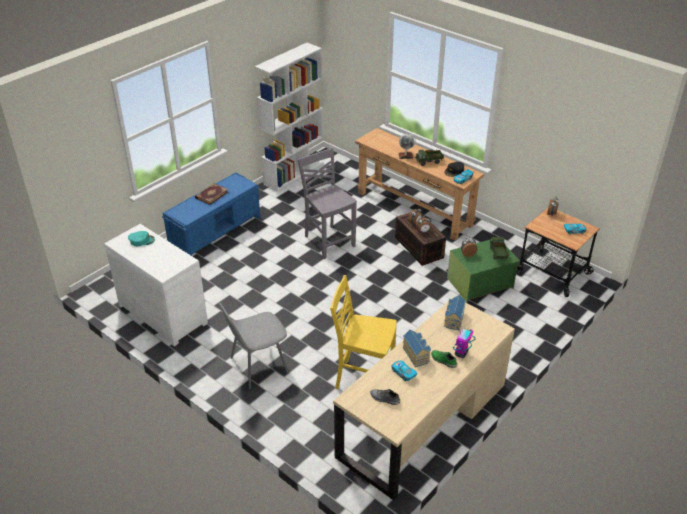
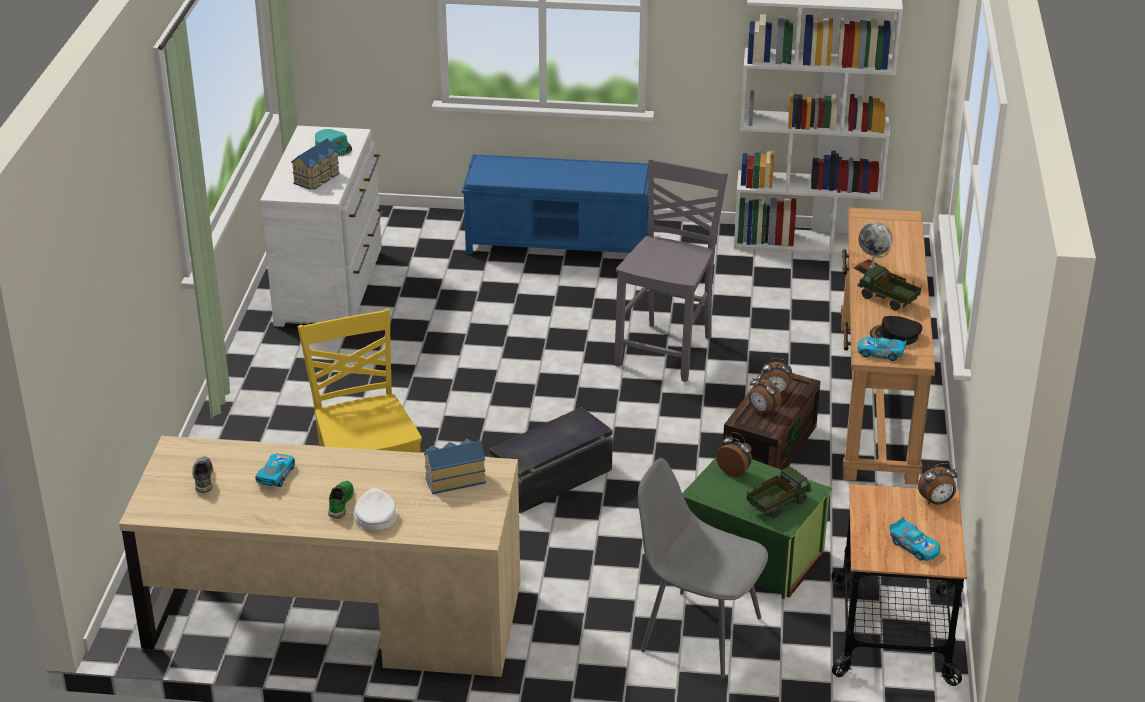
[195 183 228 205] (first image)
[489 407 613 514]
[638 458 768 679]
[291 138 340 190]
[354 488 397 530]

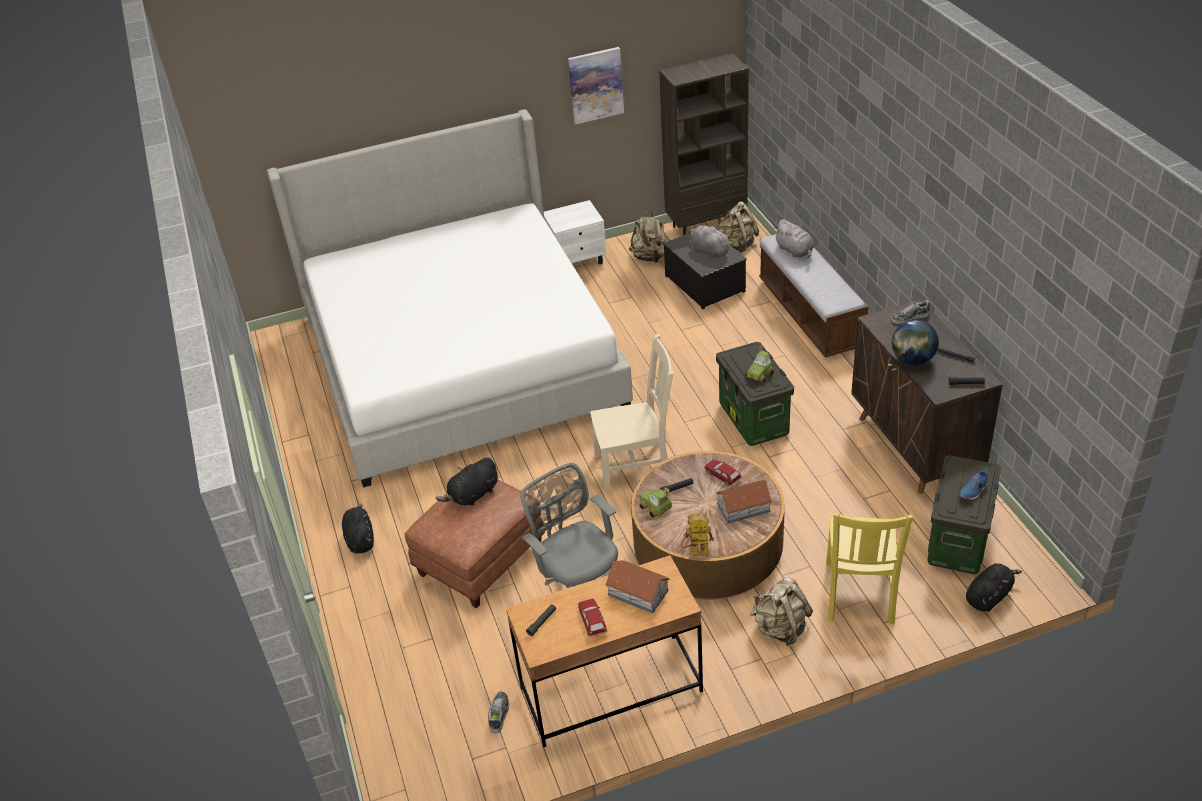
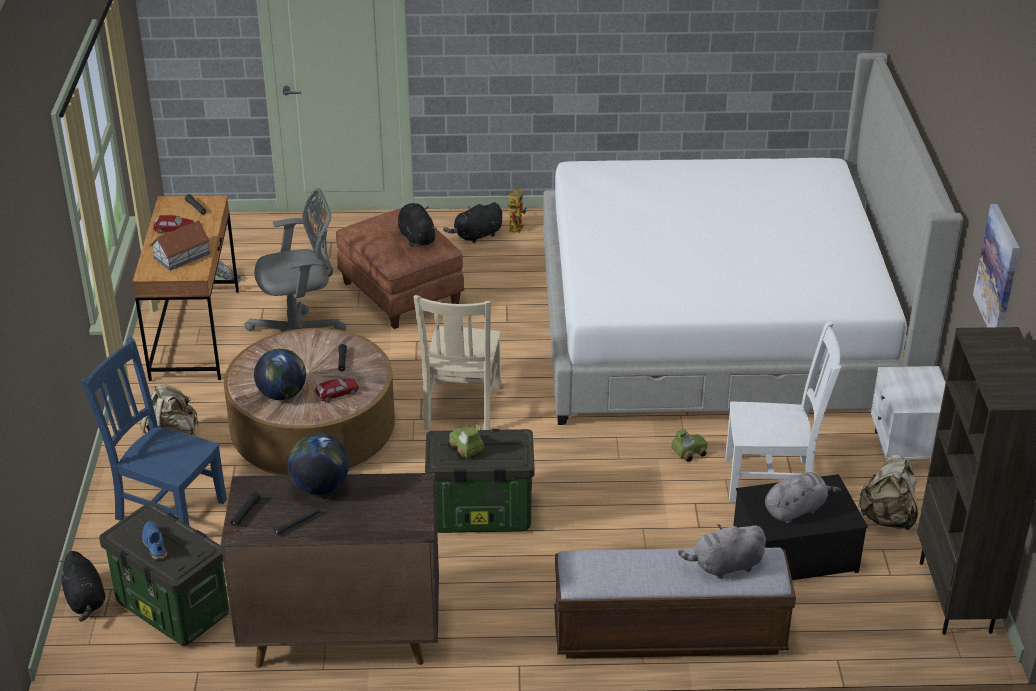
[717 201 759 253] (first image)
[891 300 930 324] (first image)
[725 321 841 502]
[672 429 708 462]
[508 186 527 233]
[254 349 306 400]
[81 337 227 525]
[443 202 502 243]

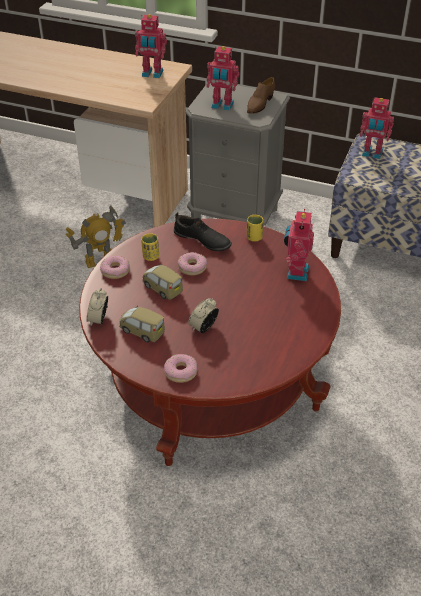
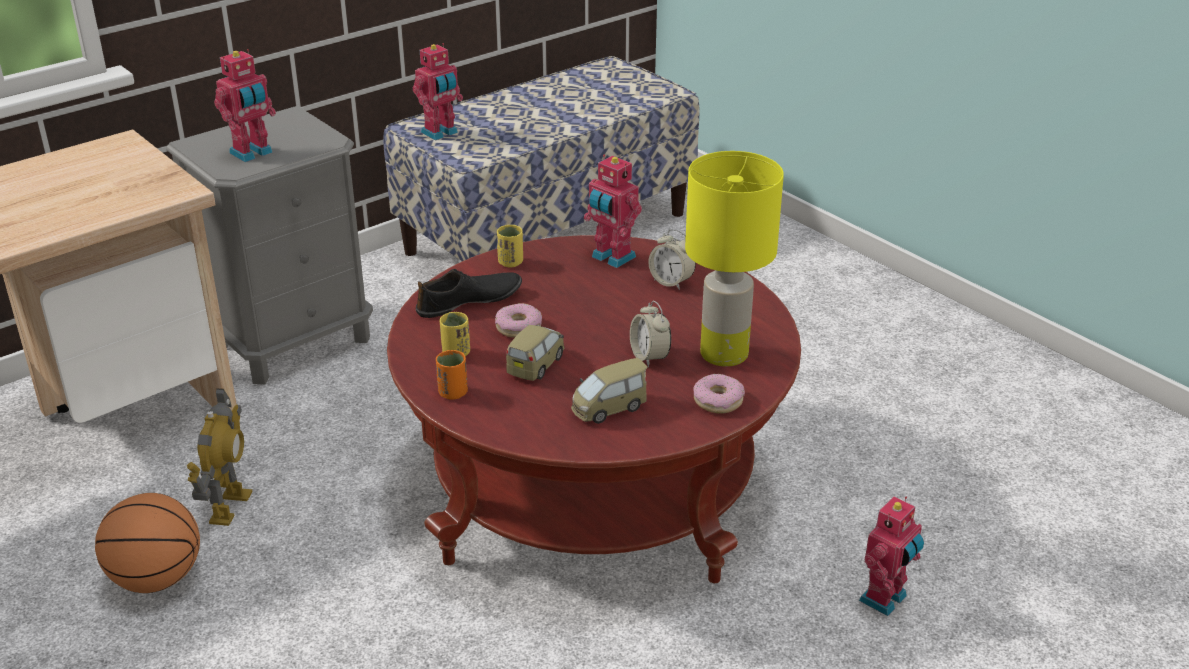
[247 77 275 114] (first image)
[95 493 200 593]
[685 151 784 366]
[648 229 696 290]
[859 497 924 616]
[436 350 468 400]
[506 325 564 381]

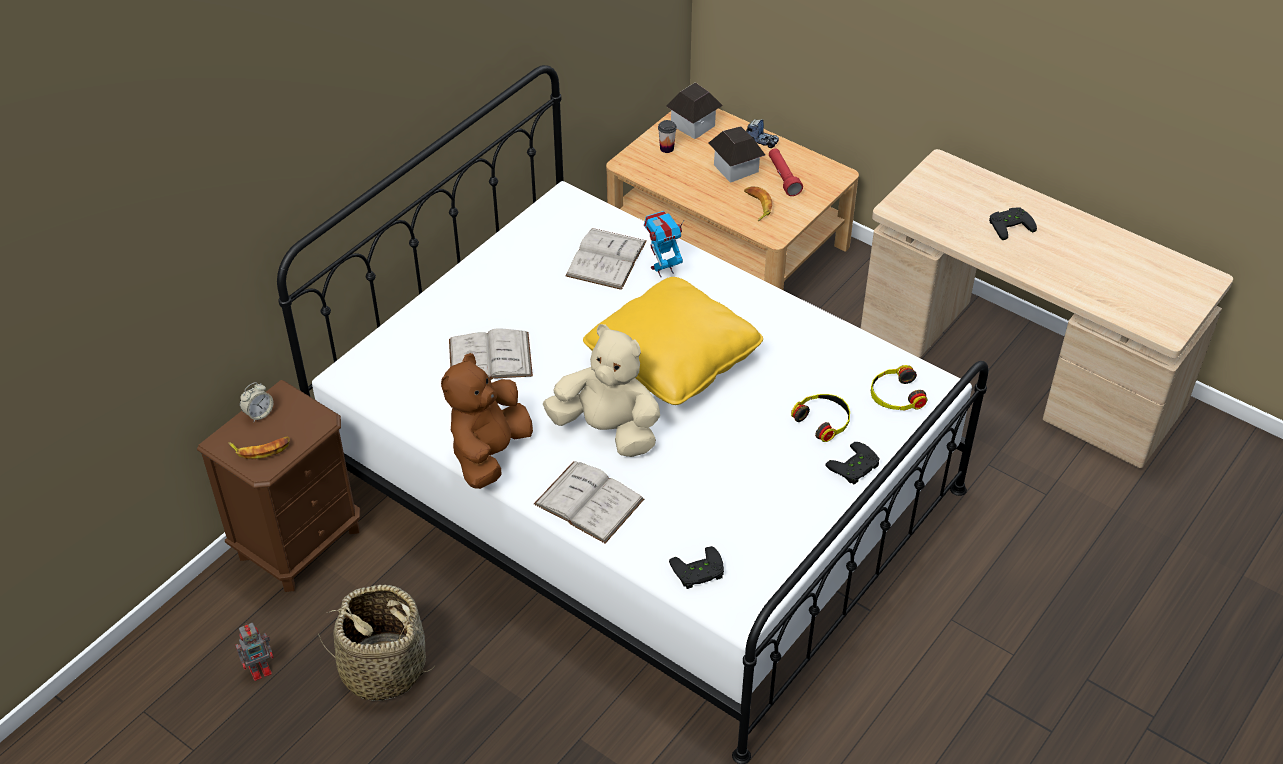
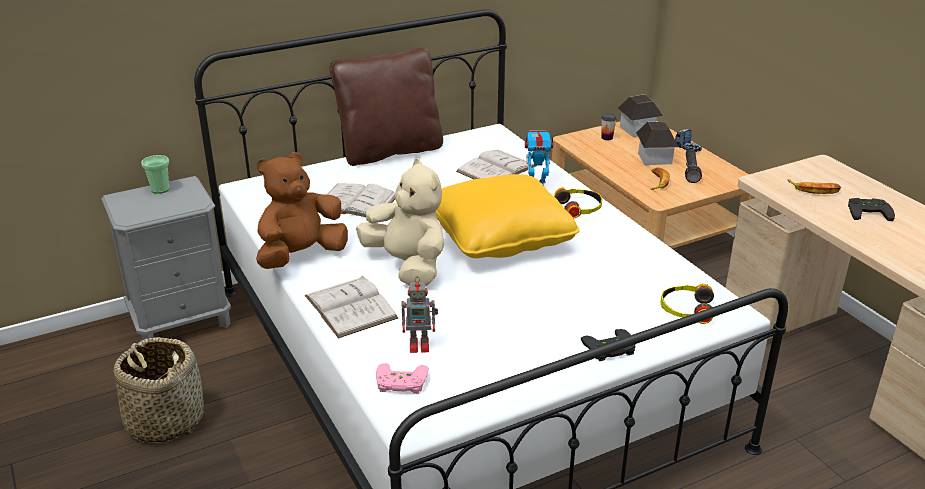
[330 48 443 166]
[788 179 841 194]
[402 277 438 353]
[554 187 602 218]
[141 155 169 194]
[101 176 231 340]
[376 363 429 394]
[685 149 702 183]

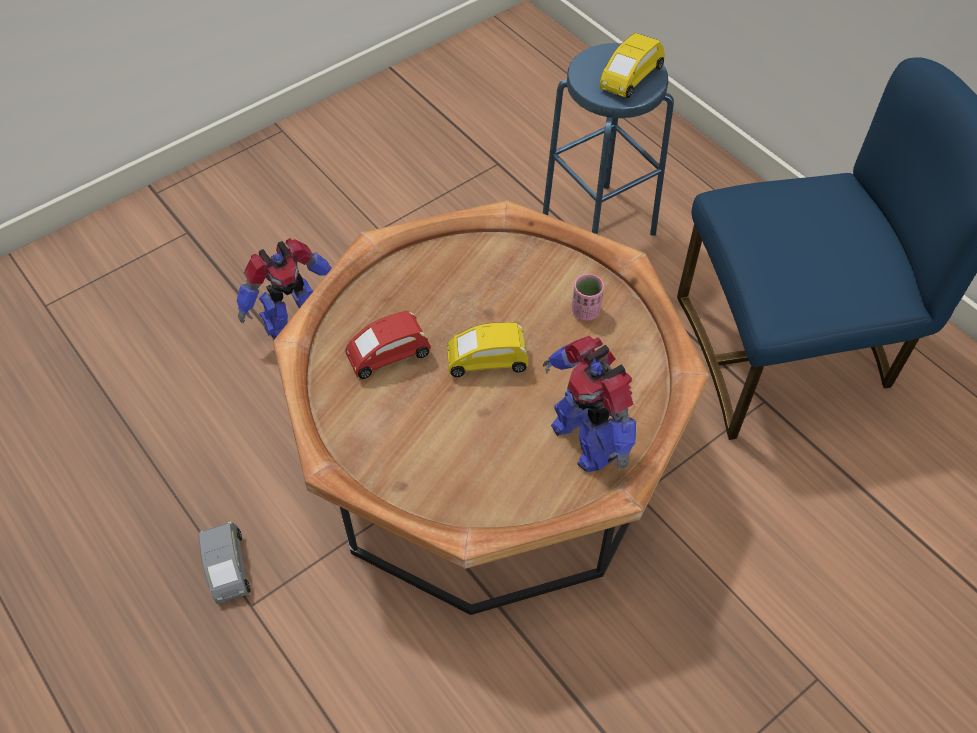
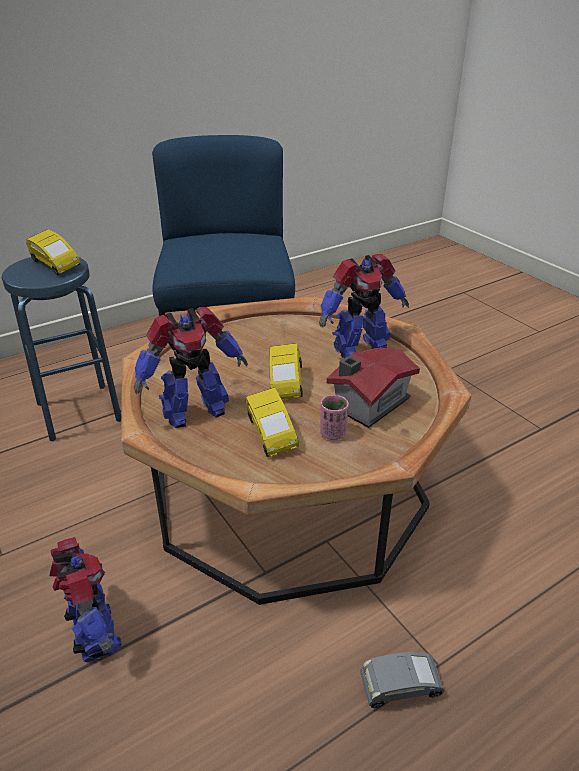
[134 307 248 428]
[327 348 420 428]
[320 395 349 440]
[245 388 299 457]

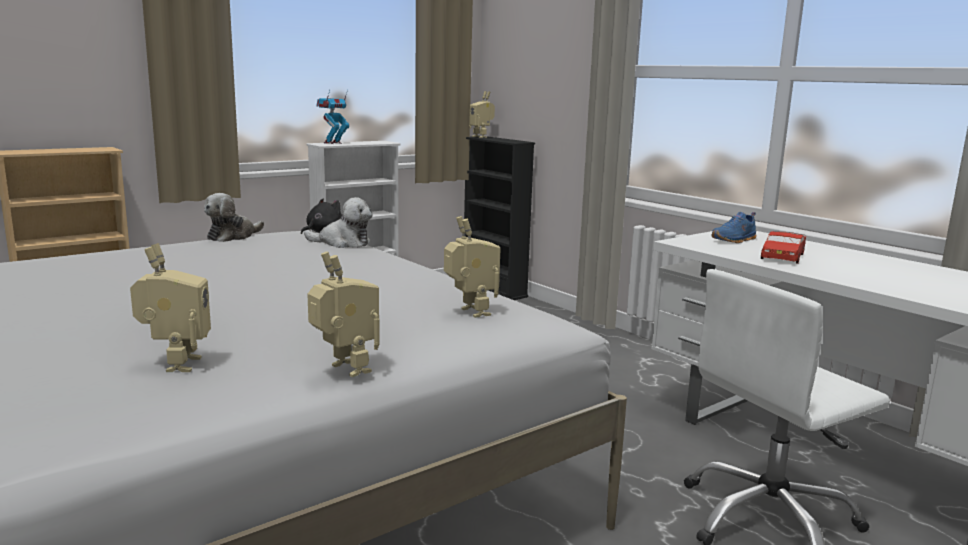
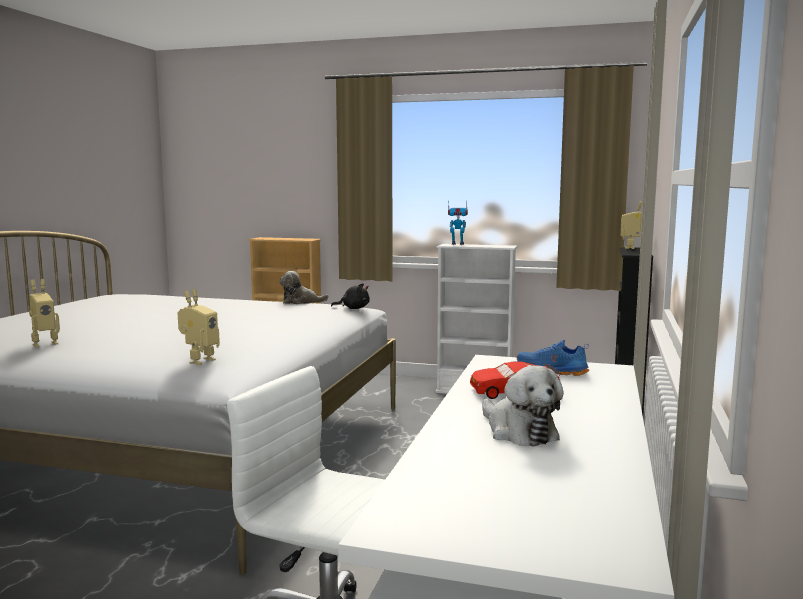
[307 252 380 377] (first image)
[482 366 564 446]

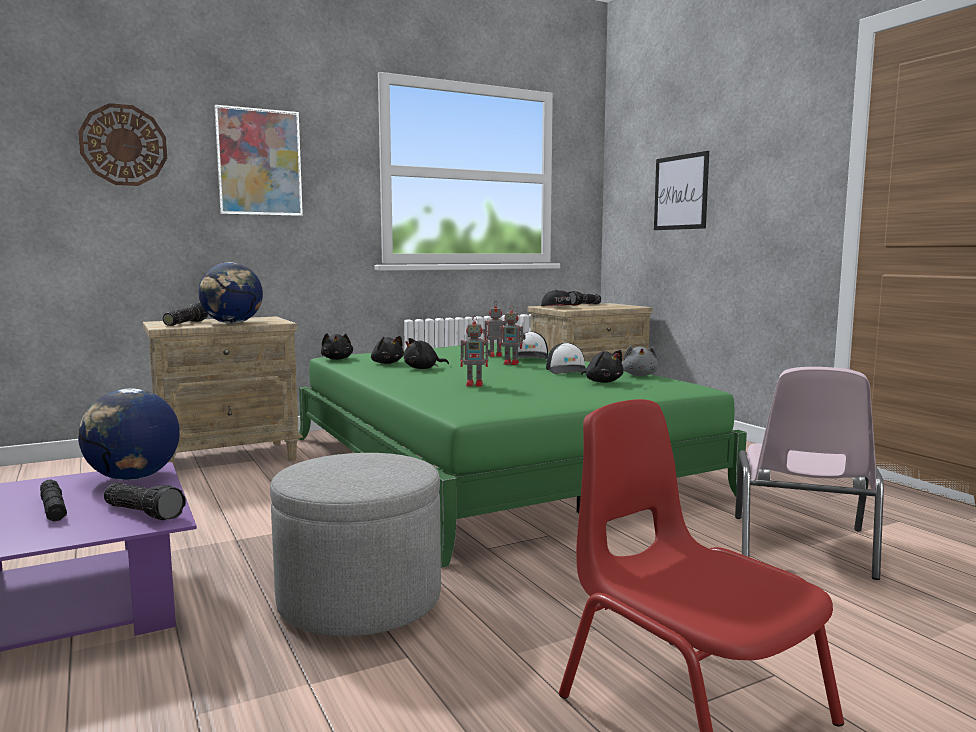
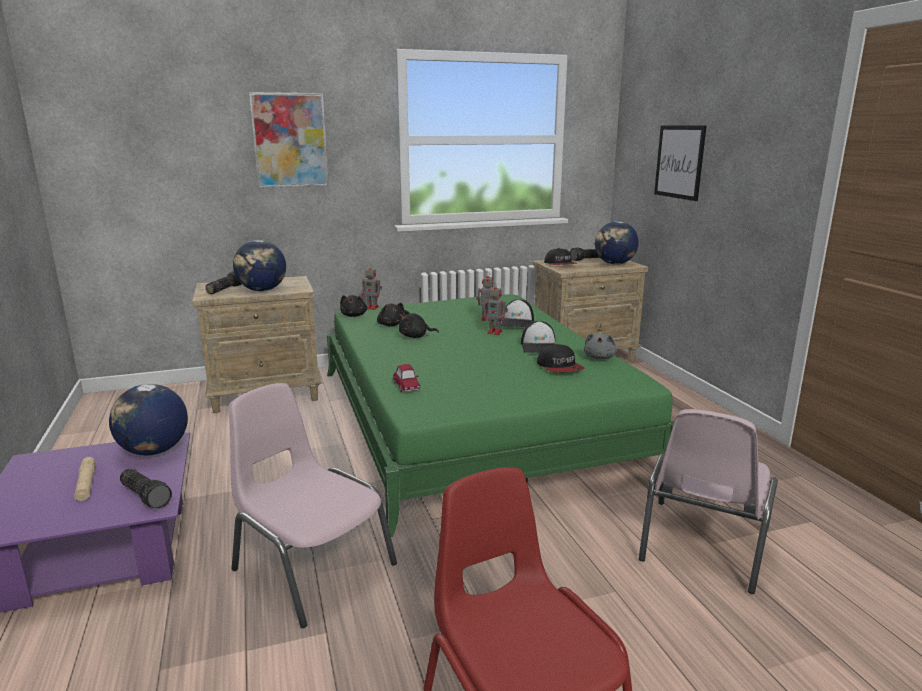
[78 103 167 186] (first image)
[393 364 420 392]
[595 221 639 265]
[361 264 382 310]
[229 383 397 628]
[537 344 584 373]
[74 457 95 501]

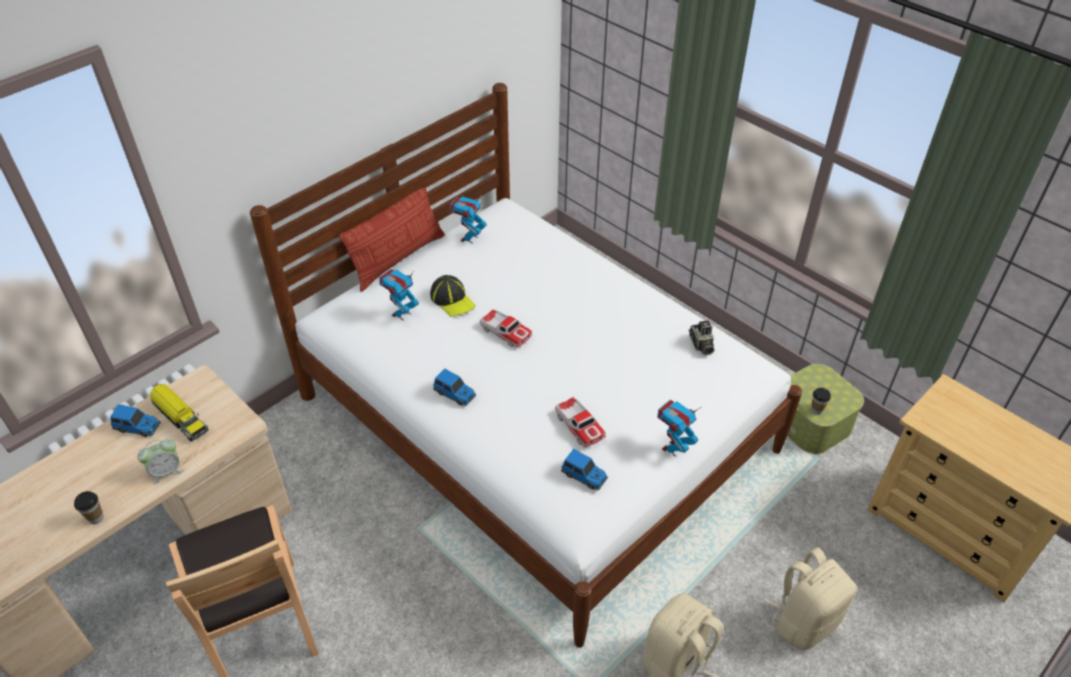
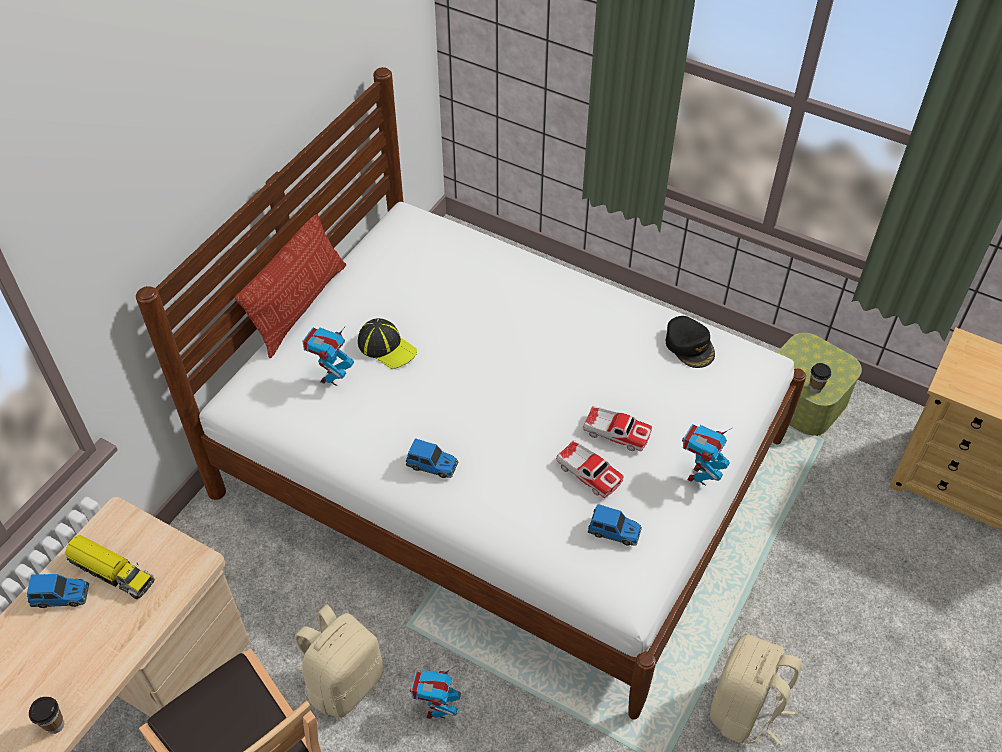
[137 439 184 484] (first image)
[410 667 461 719]
[583 406 652 452]
[295 604 383 718]
[666 316 715 368]

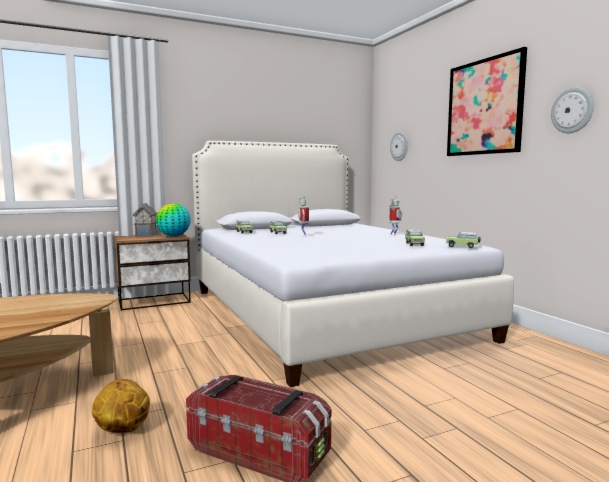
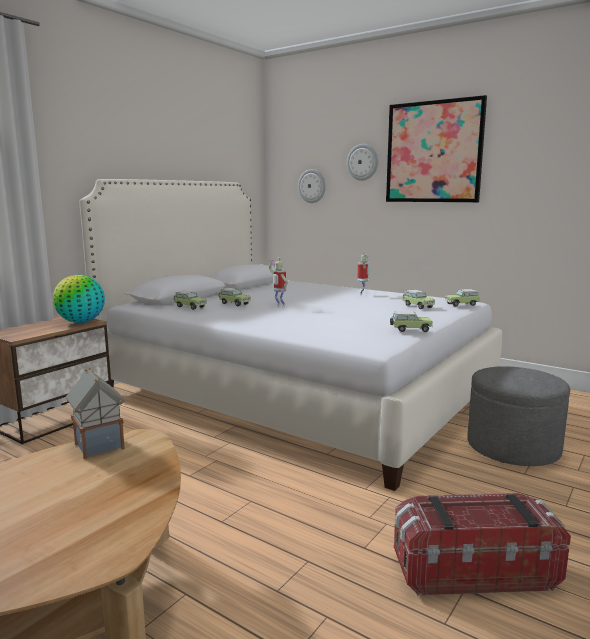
[92 379 150 433] (first image)
[390 311 433 332]
[467 366 570 466]
[66 368 125 459]
[347 144 378 181]

